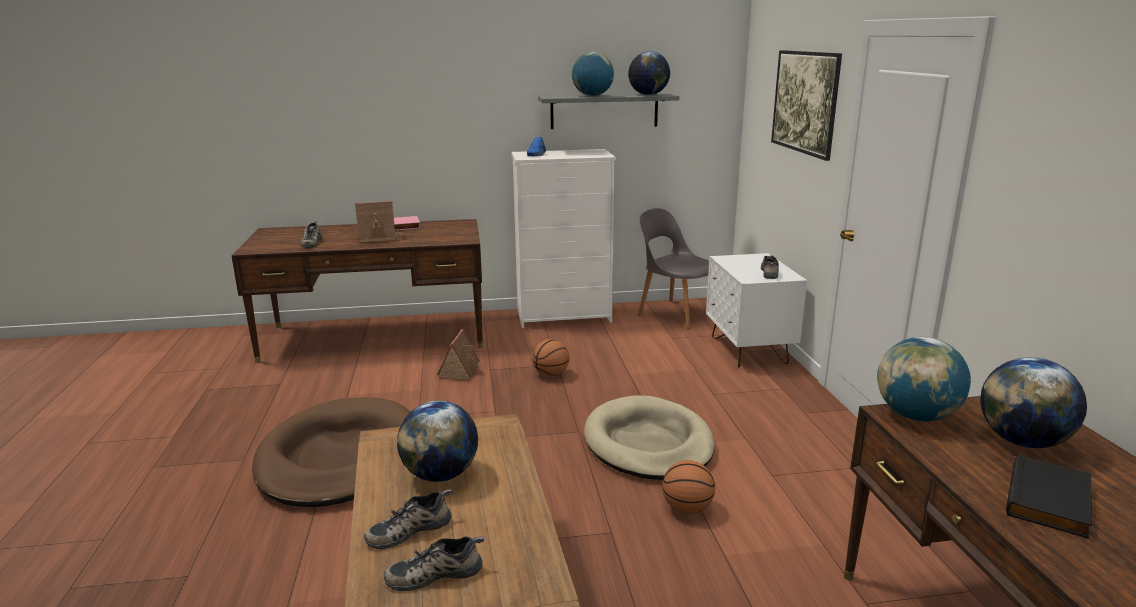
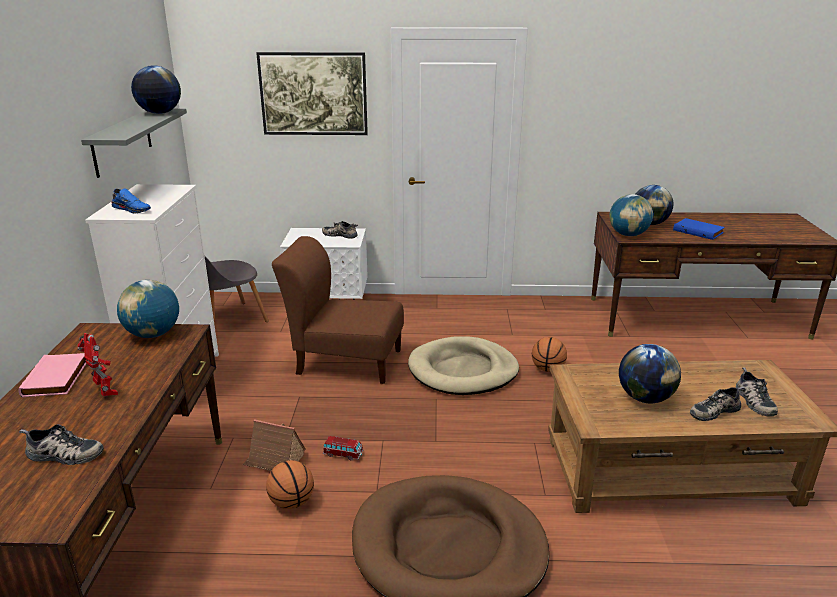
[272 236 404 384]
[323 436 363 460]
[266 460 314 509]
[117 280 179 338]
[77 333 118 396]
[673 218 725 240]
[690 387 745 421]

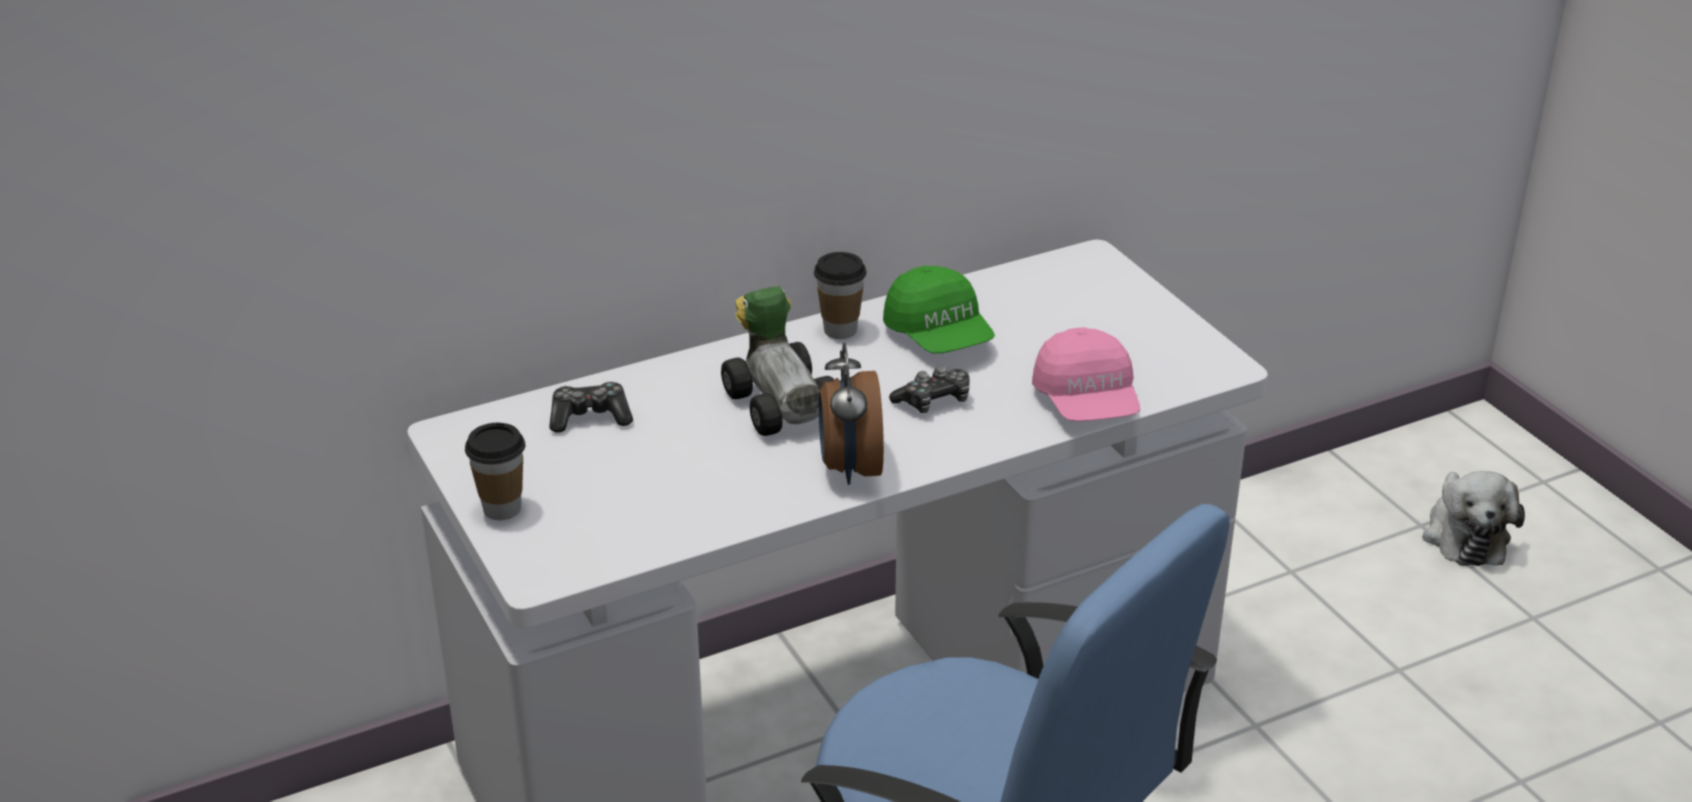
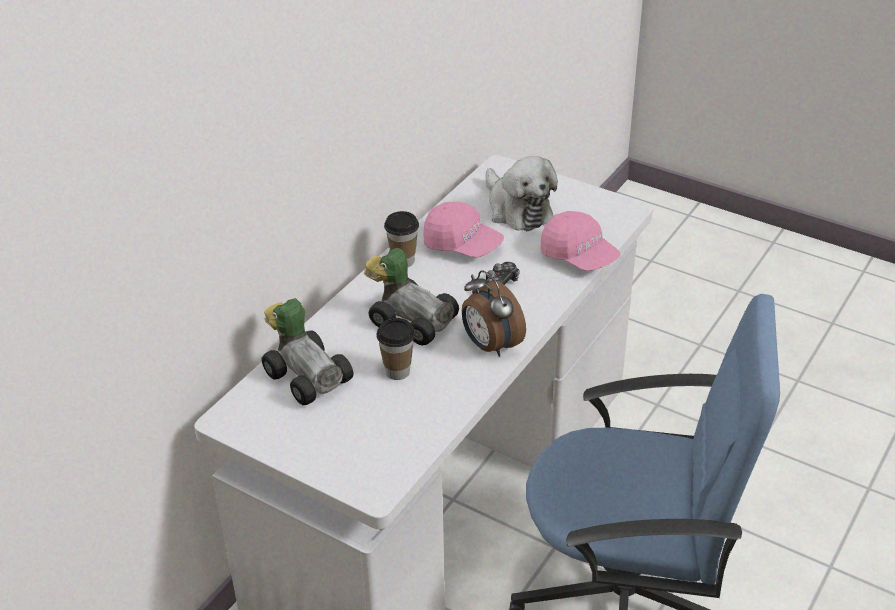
[376 318 416 380]
[485 156 558 231]
[262 298 354 405]
[423 202 504 257]

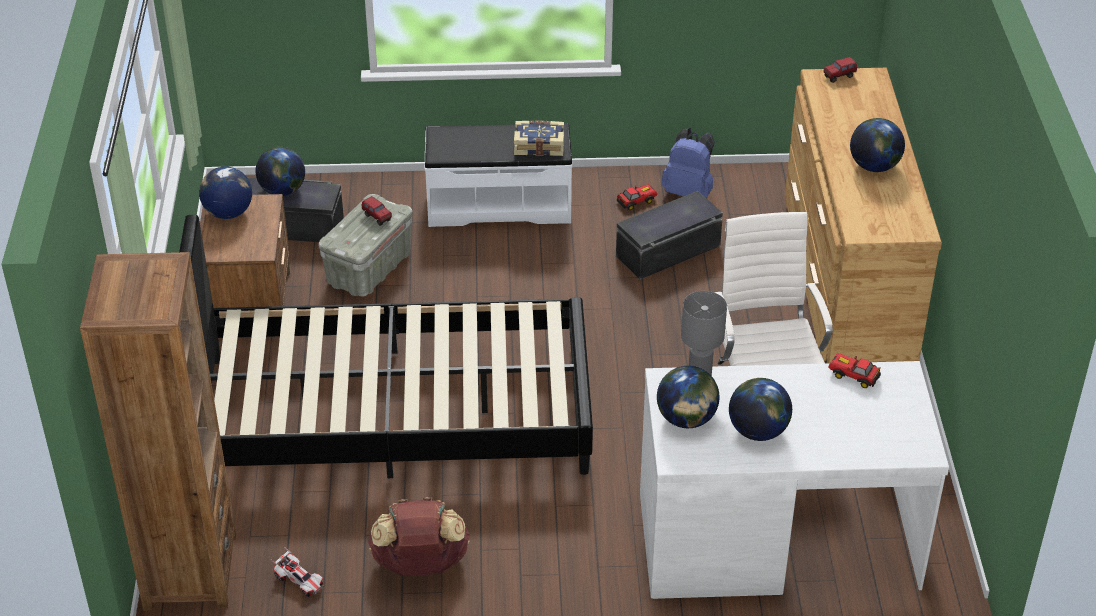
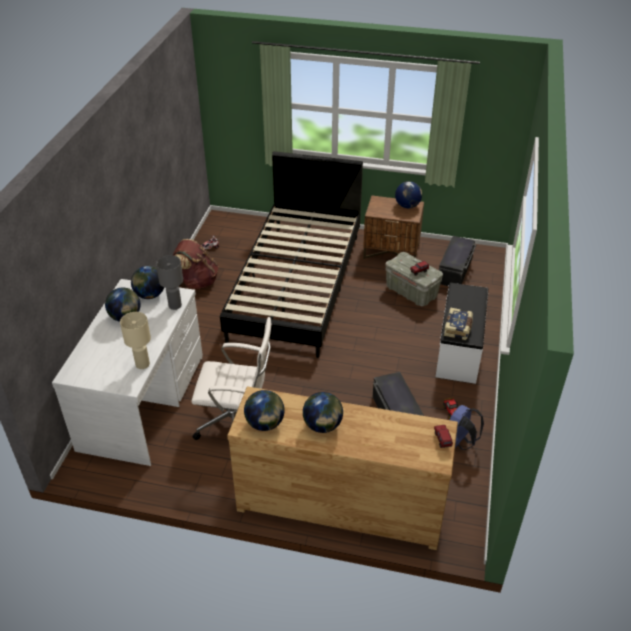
[80 252 236 611] (first image)
[244 390 285 431]
[120 312 151 369]

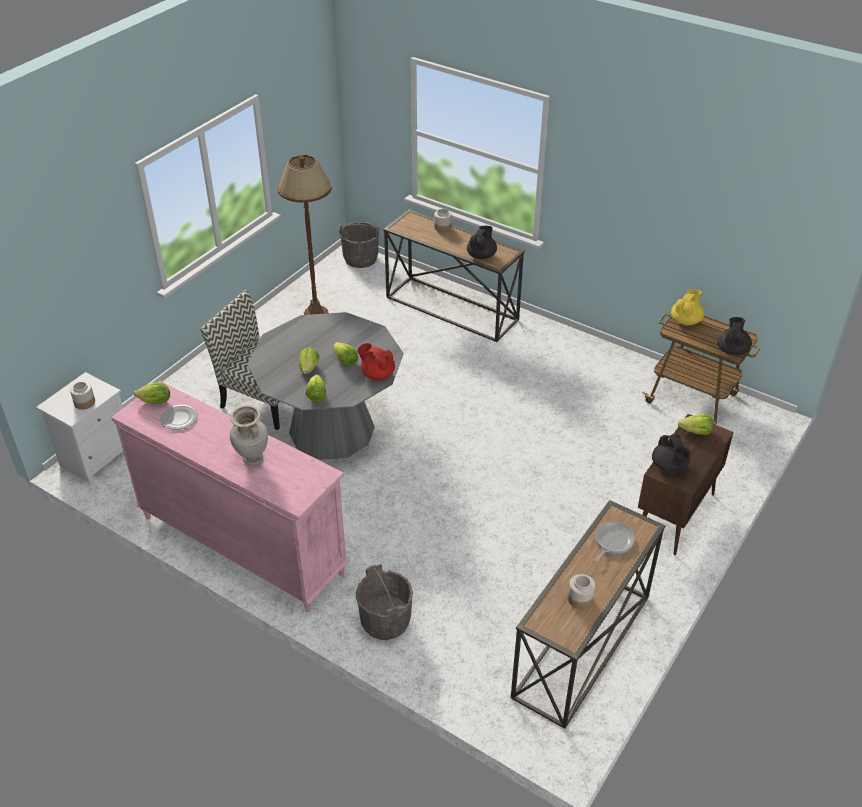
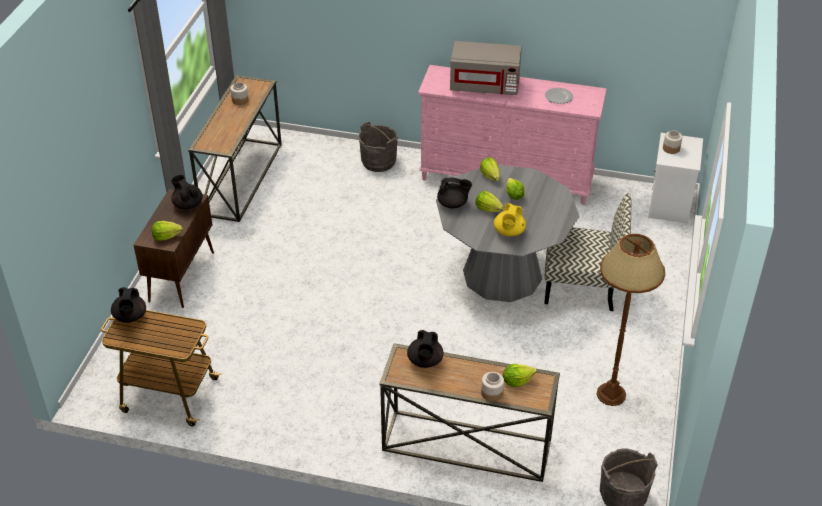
[595 521 635 562] (first image)
[503 364 537 387]
[494 203 526 237]
[450 41 522 95]
[437 177 472 209]

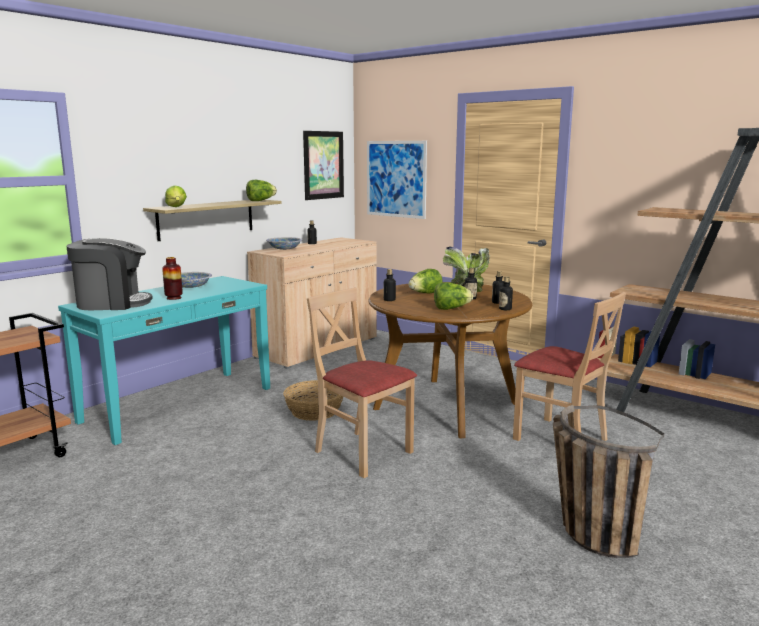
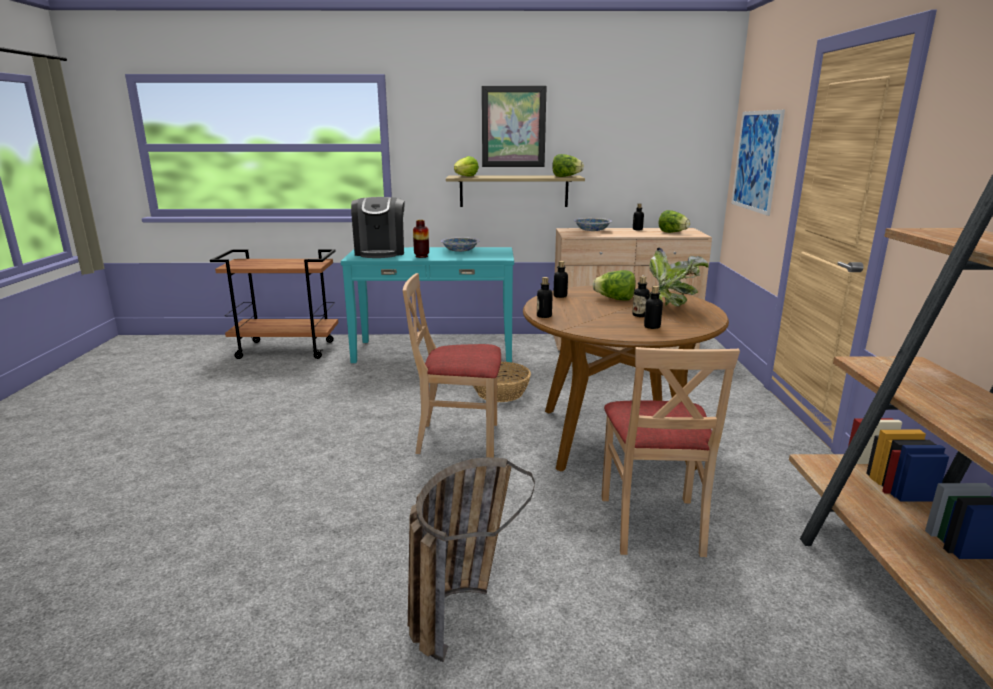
[482 86 547 167]
[659 210 690 233]
[537 277 553 318]
[351 197 405 258]
[403 273 501 457]

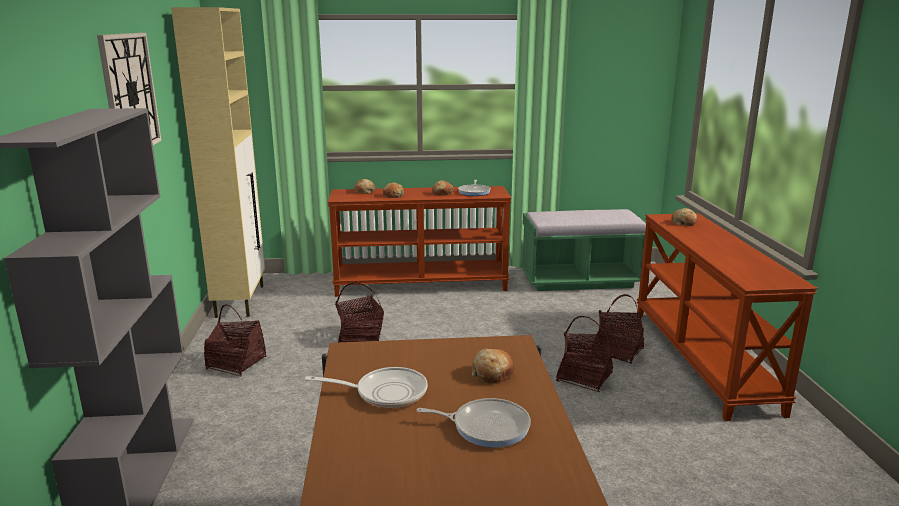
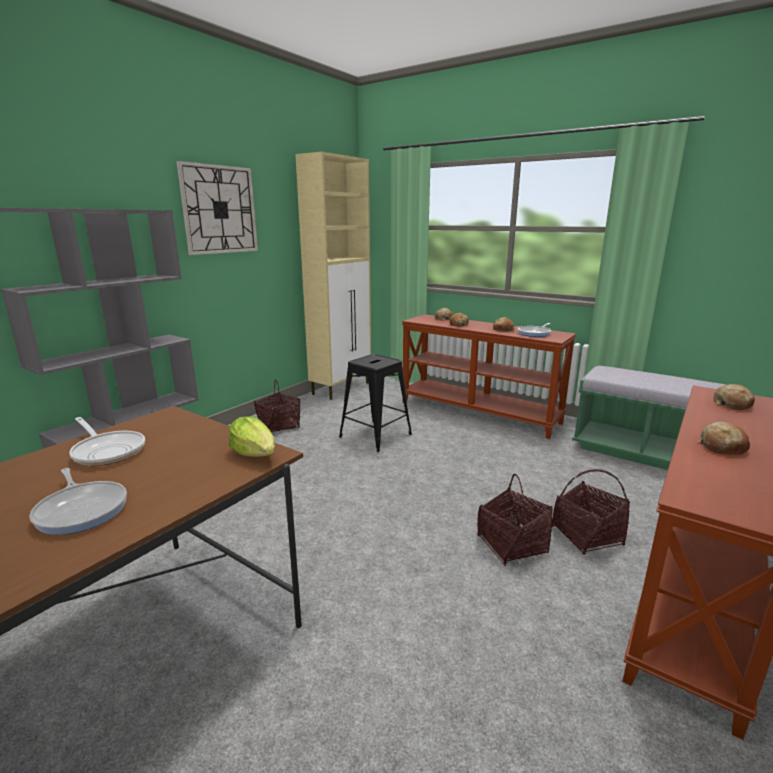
[229 416 275 457]
[698 421 750 455]
[339 354 412 452]

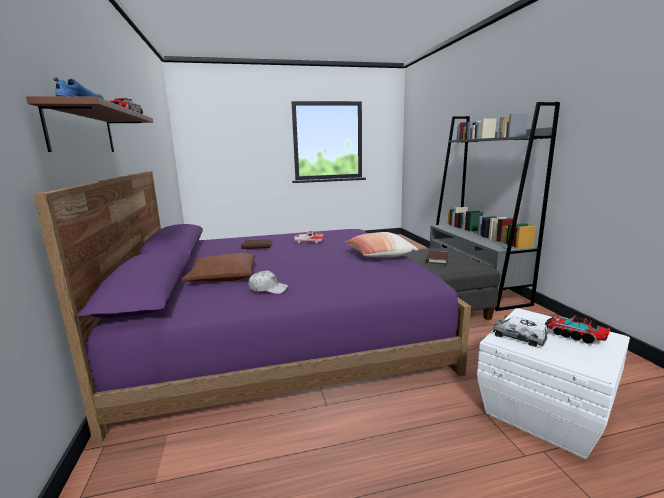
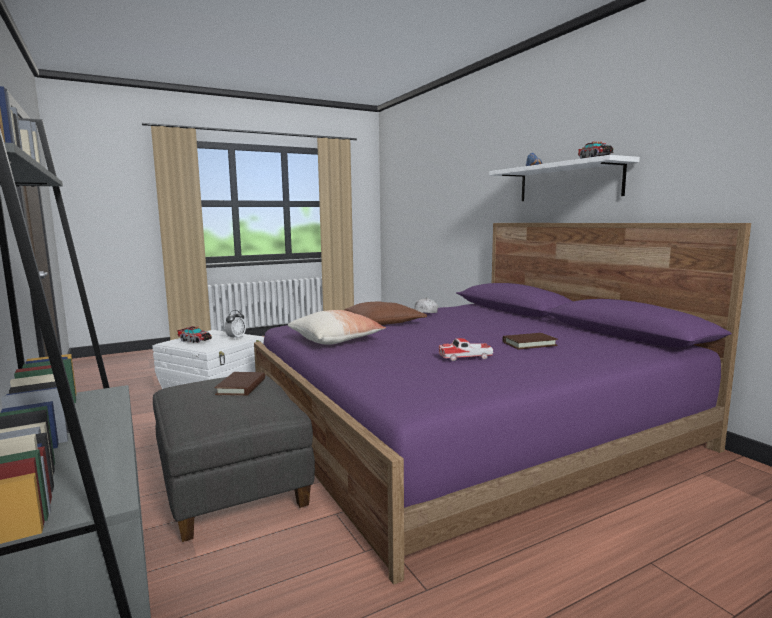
[345 301 427 325]
[225 310 246 340]
[489 155 640 201]

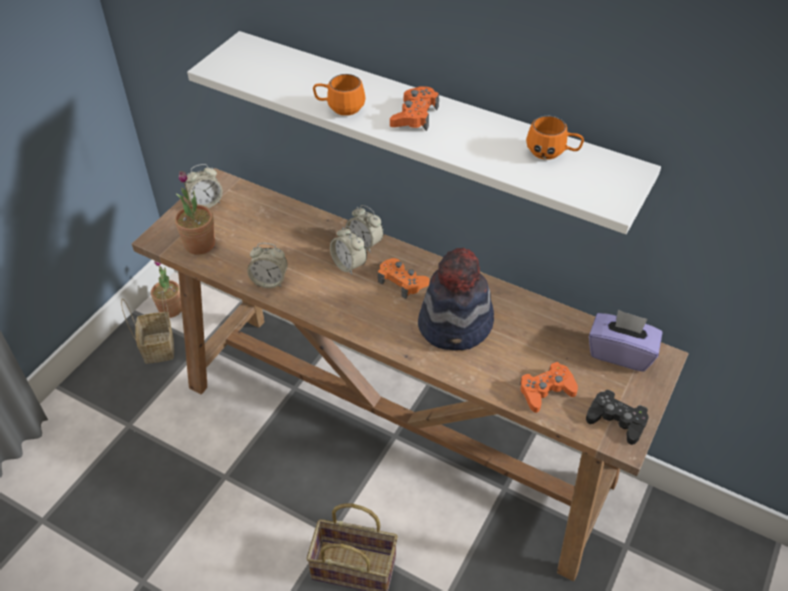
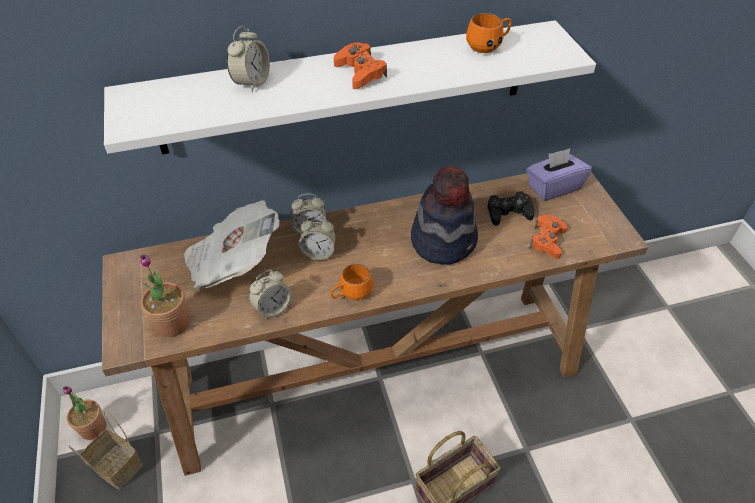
[378 258 429 299] (first image)
[184 200 279 291]
[227 26 270 92]
[330 264 373 300]
[487 191 535 226]

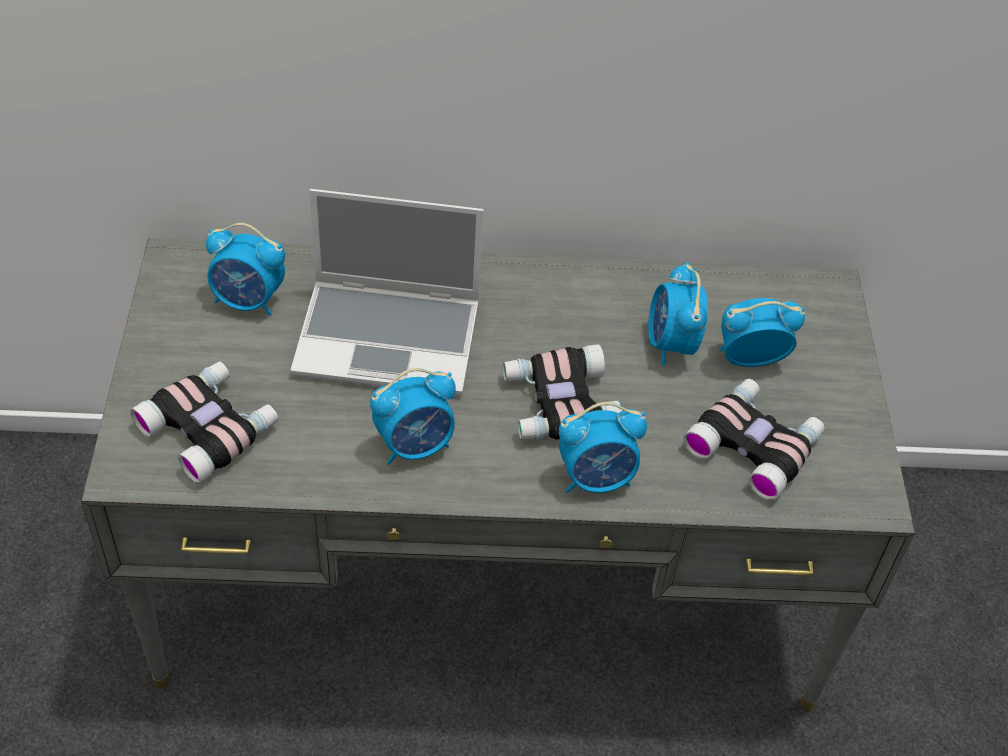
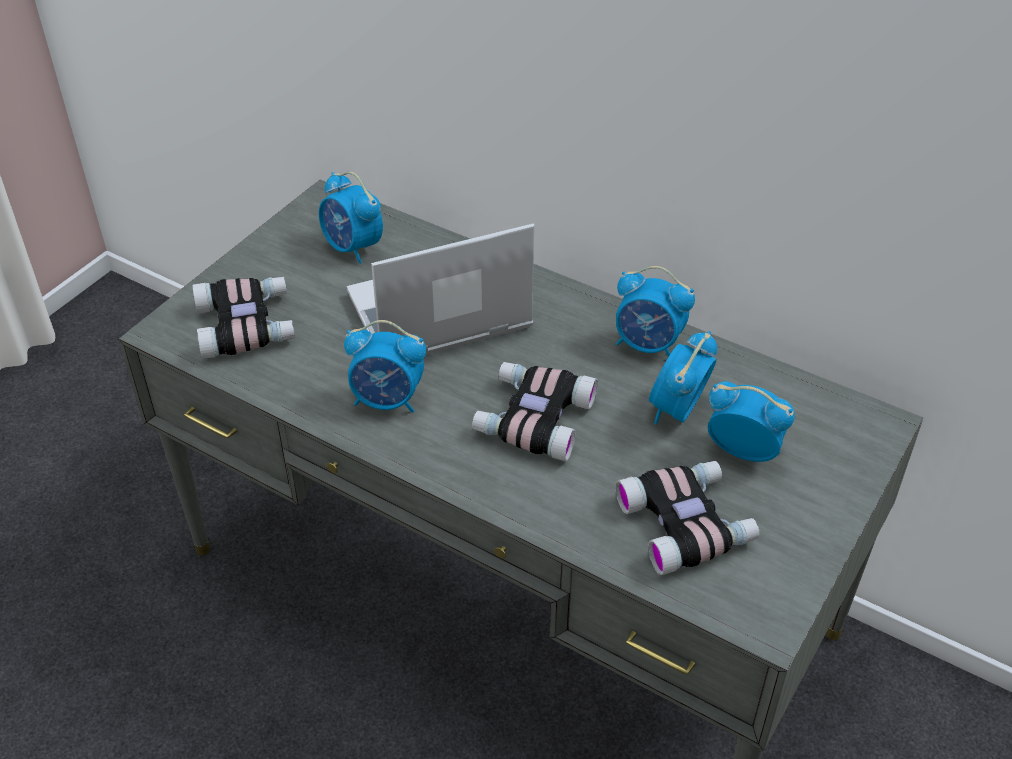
[616 266 695 357]
[347 223 534 355]

